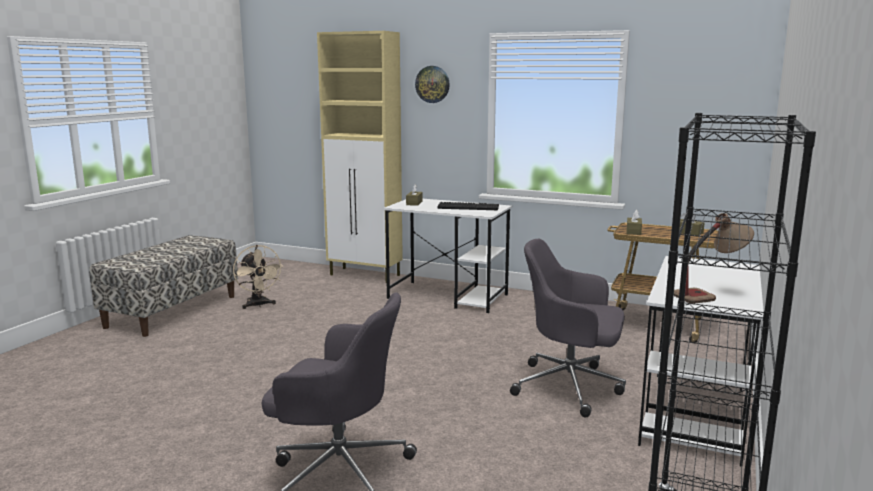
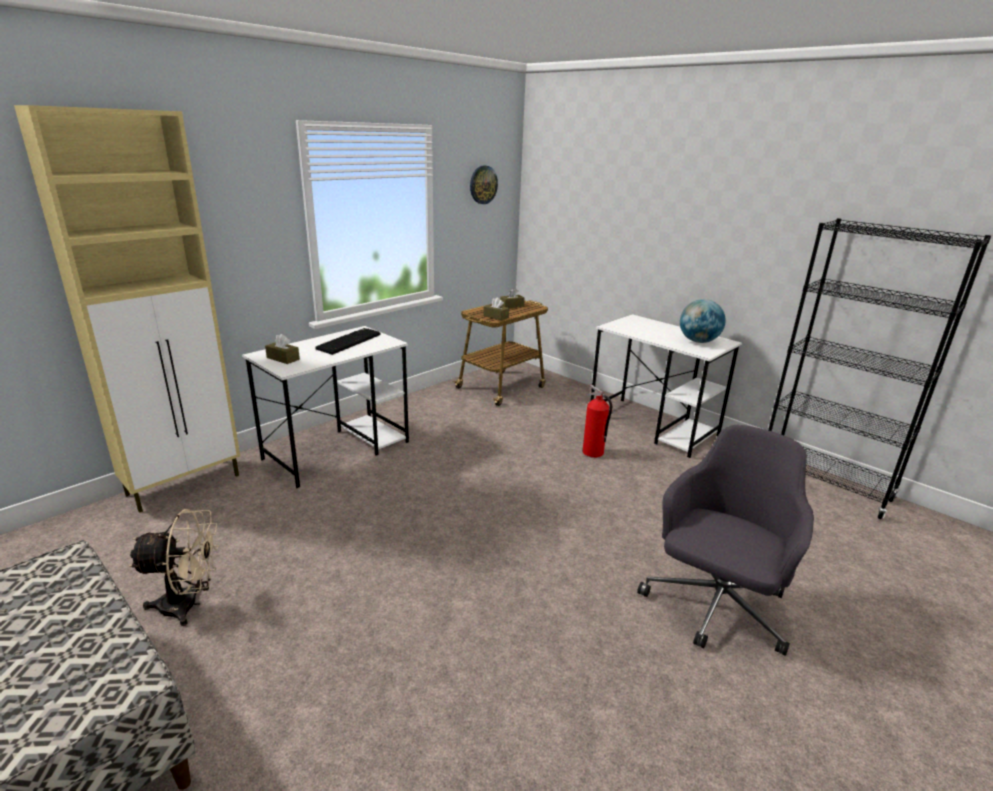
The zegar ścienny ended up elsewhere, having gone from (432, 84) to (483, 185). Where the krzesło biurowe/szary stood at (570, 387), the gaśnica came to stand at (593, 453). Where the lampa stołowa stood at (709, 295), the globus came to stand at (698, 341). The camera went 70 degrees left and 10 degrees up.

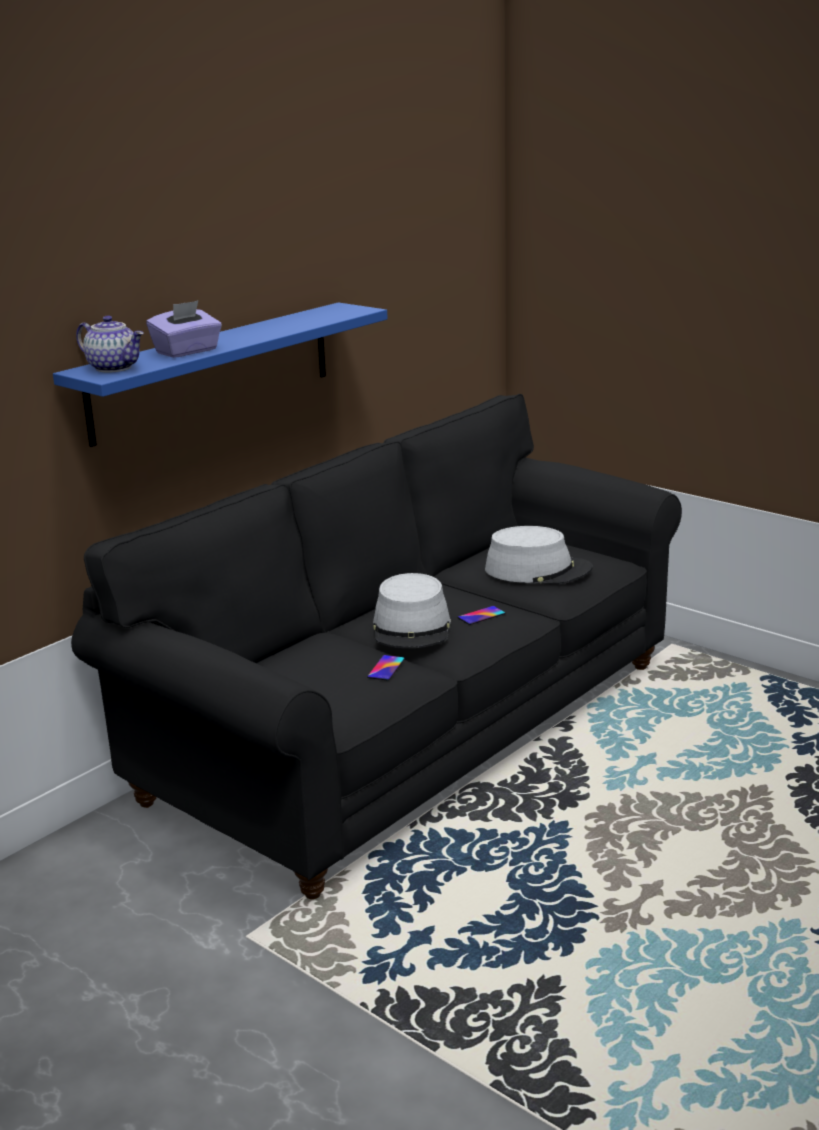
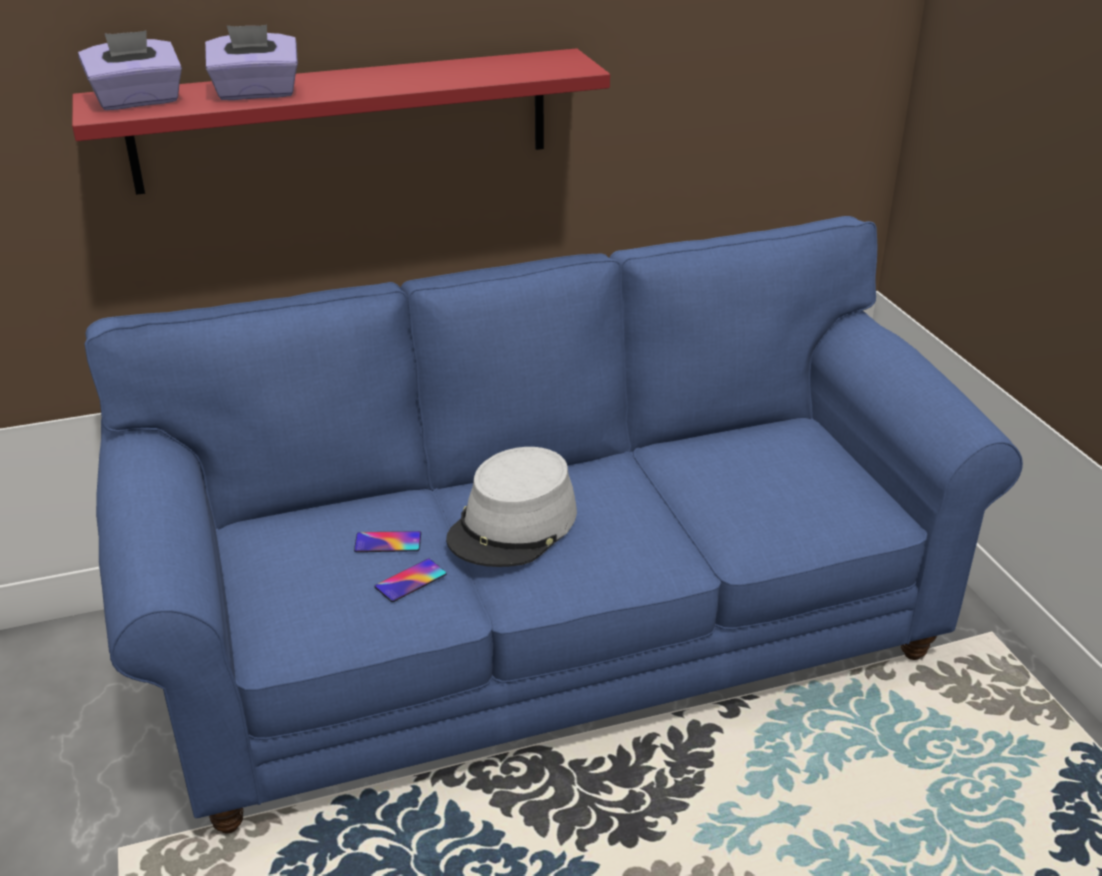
The second view lost the kapelusz/szary at (538, 570). The telefon ended up elsewhere, having gone from (481, 616) to (388, 542). Where the imbryk stood at (115, 368), the pudełko chusteczek/fioletowy came to stand at (138, 101). What was the półka/niebieski at (213, 371) turned into the półka/czerwony at (343, 120). What was the kanapa/czarny at (415, 731) turned into the kanapa/niebieski at (551, 636). The camera went 30 degrees right and 10 degrees up.

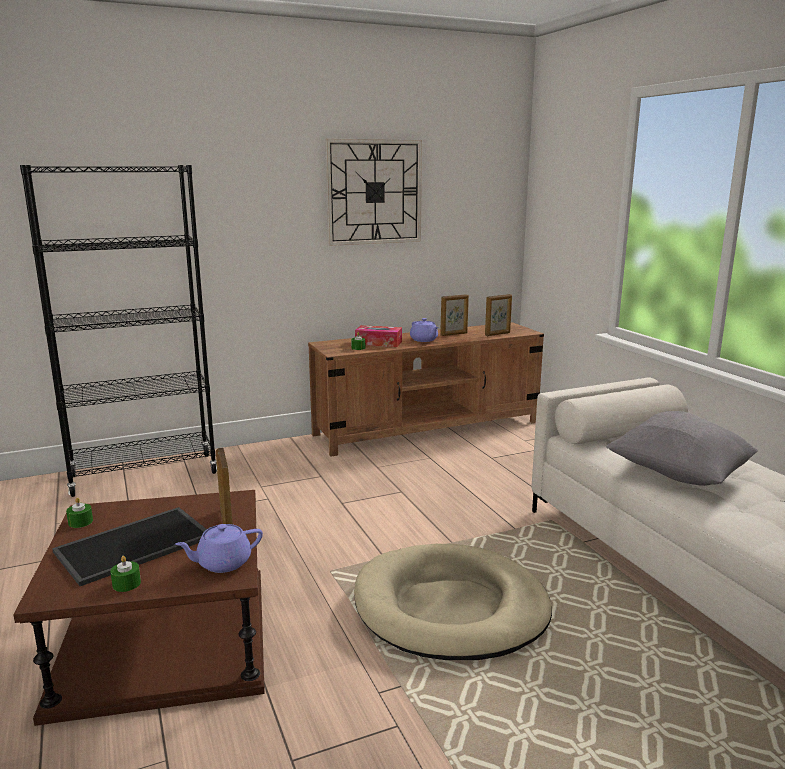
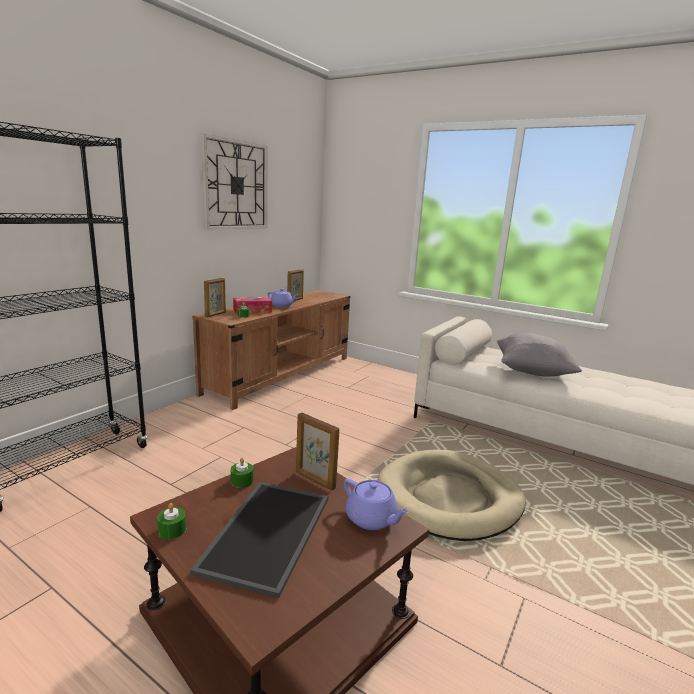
The świeca/zielony ended up elsewhere, having gone from (126, 584) to (242, 481). The ramka na zdjęcie ended up elsewhere, having gone from (498, 334) to (216, 314). The imbryk/fioletowy at (222, 563) ended up facing another way, 75 degrees counterclockwise from before. The camera went 35 degrees left and 0 degrees up.

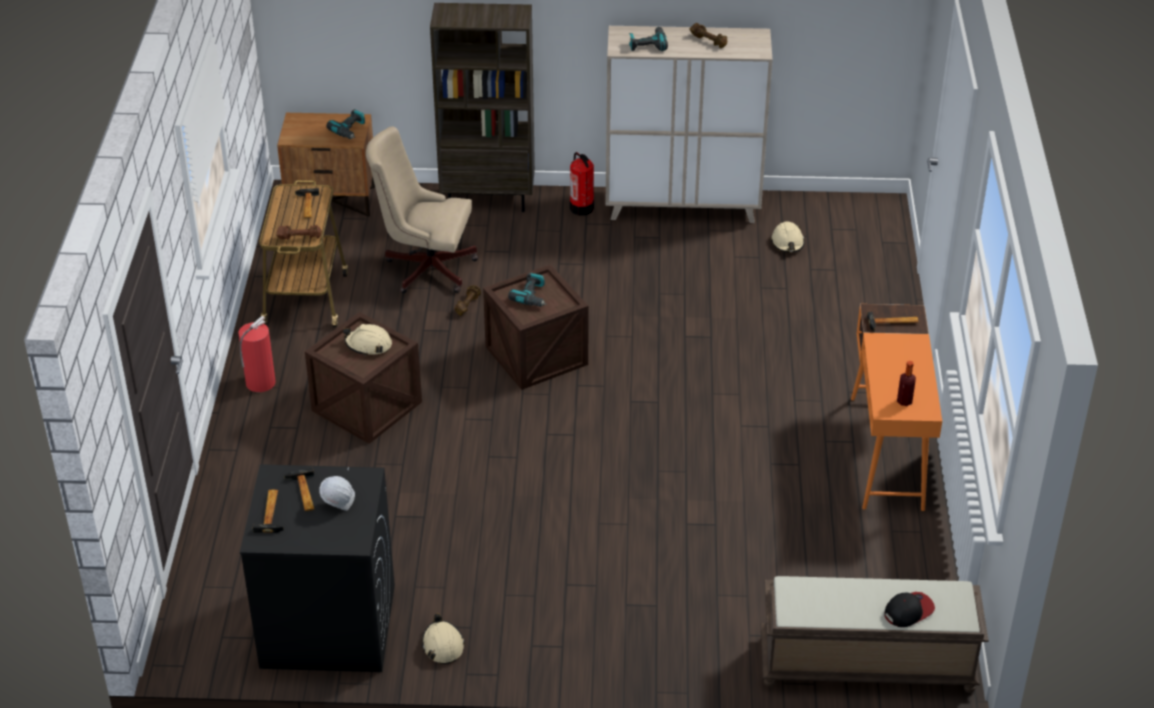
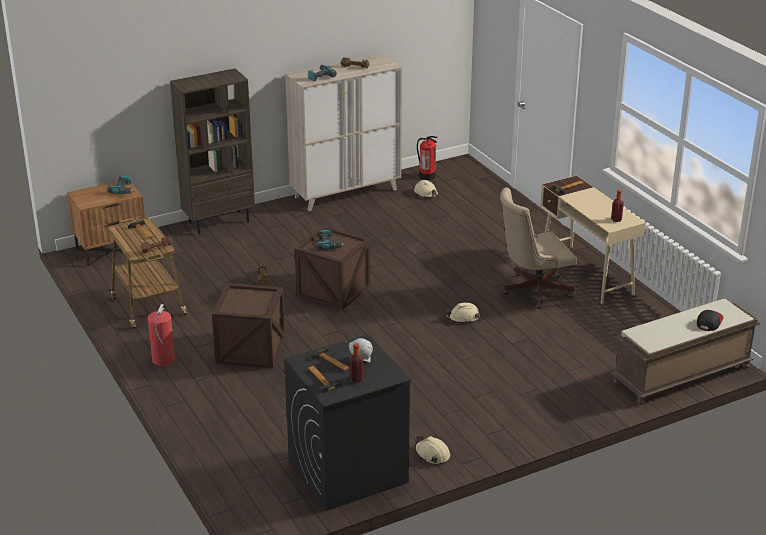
The second view gained the butelka at (356, 379). The kask/beżowy ended up elsewhere, having gone from (368, 345) to (463, 318). The krzesło biurowe/beżowy ended up elsewhere, having gone from (425, 267) to (532, 290). The gaśnica ended up elsewhere, having gone from (581, 208) to (427, 176). What was the biurko/pomarańczowy at (887, 453) turned into the biurko/beżowy at (586, 274). The camera went 30 degrees left and 10 degrees down.

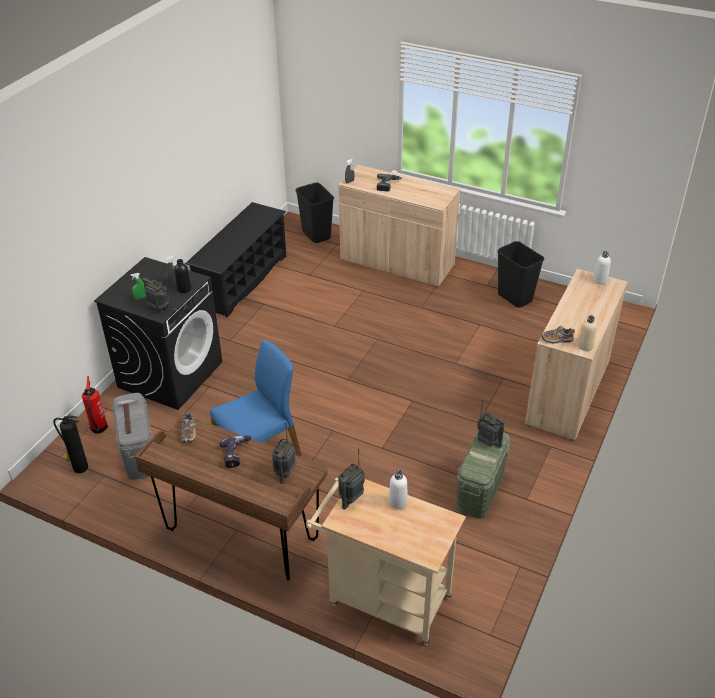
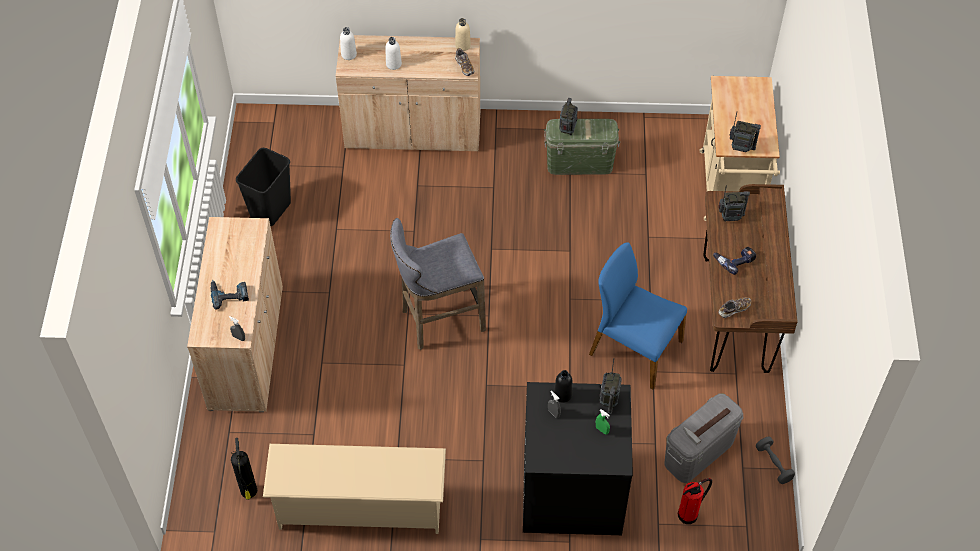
The second view lost the kosz na śmieci/czarny at (315, 235). The second view gained the stołek/szary at (439, 321). The second view gained the hantel/szary at (774, 464). The gaśnica ended up elsewhere, having gone from (79, 467) to (249, 492). The butelka/biały ended up elsewhere, having gone from (397, 502) to (393, 64). What was the regał na buty/czarny at (242, 280) turned into the regał na buty/beżowy at (360, 507). The camera went 115 degrees left and 15 degrees up.

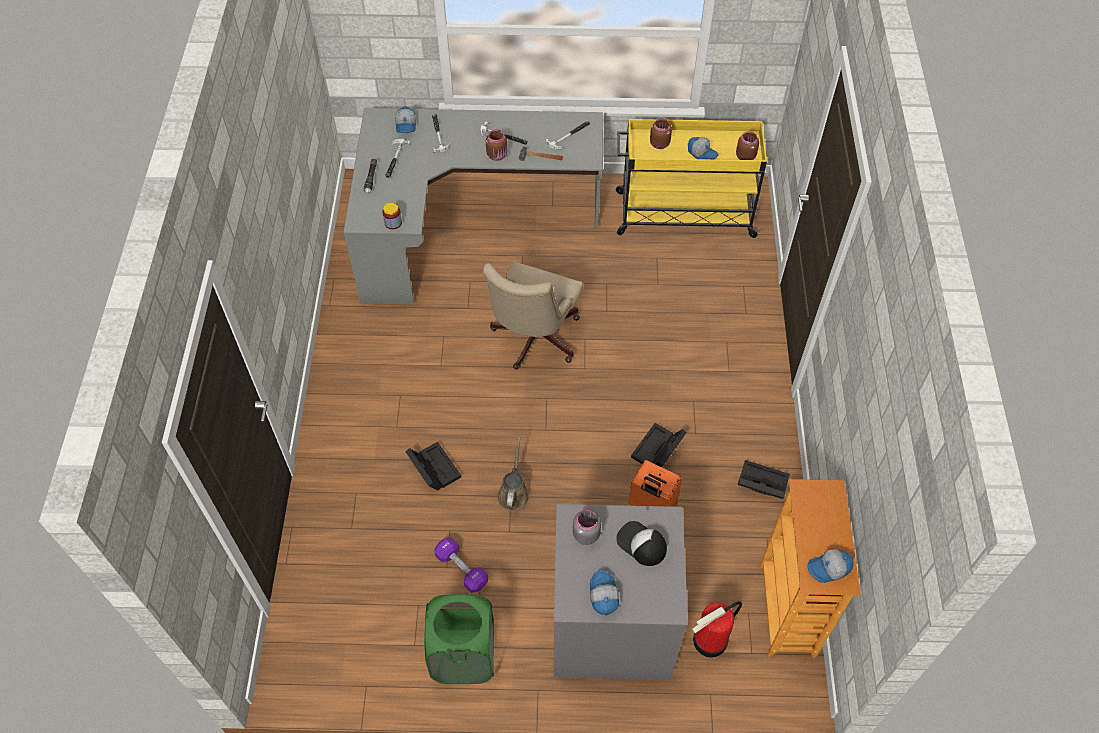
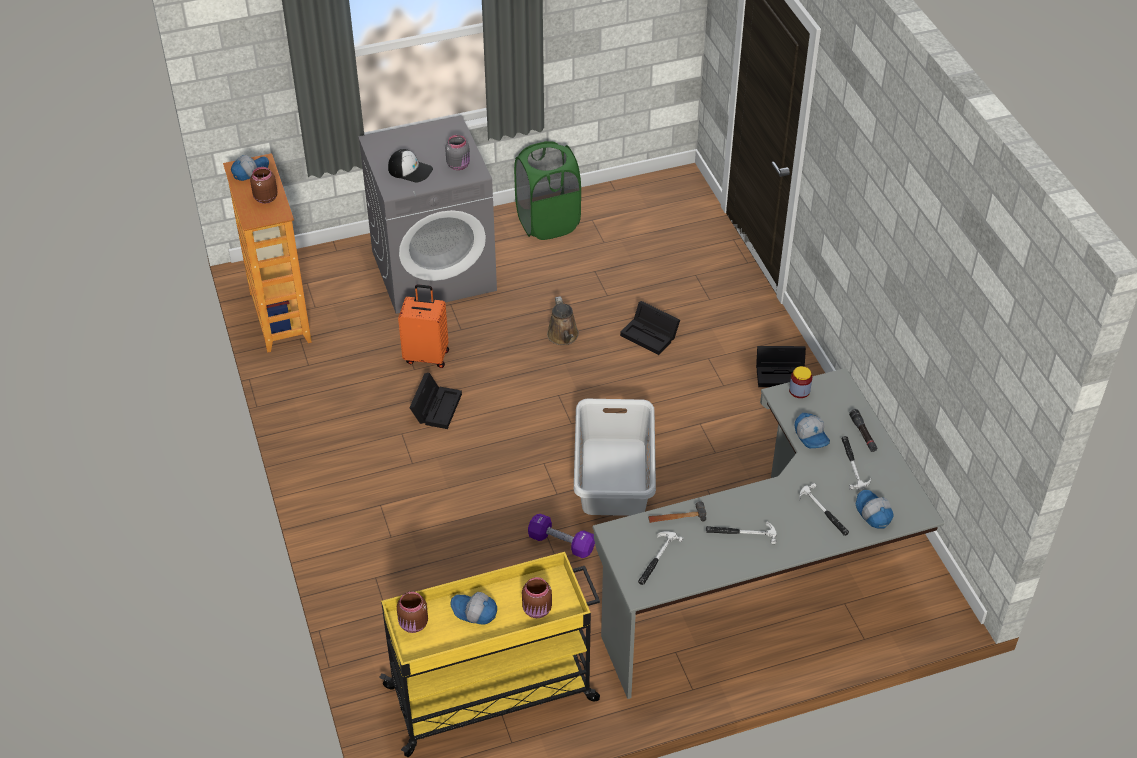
The second view lost the gaśnica at (710, 641). The hantel/fioletowy ended up elsewhere, having gone from (462, 569) to (561, 543). The słoik/brązowy ended up elsewhere, having gone from (497, 155) to (265, 198). The czapka z daszkiem ended up elsewhere, having gone from (603, 595) to (812, 436). The pojemnik do przechowywania/czarny ended up elsewhere, having gone from (760, 484) to (782, 373). Where the krzesło biurowe/beżowy stood at (533, 340), the kosz na pranie/szary came to stand at (614, 476). The camera went 160 degrees right and 10 degrees down.

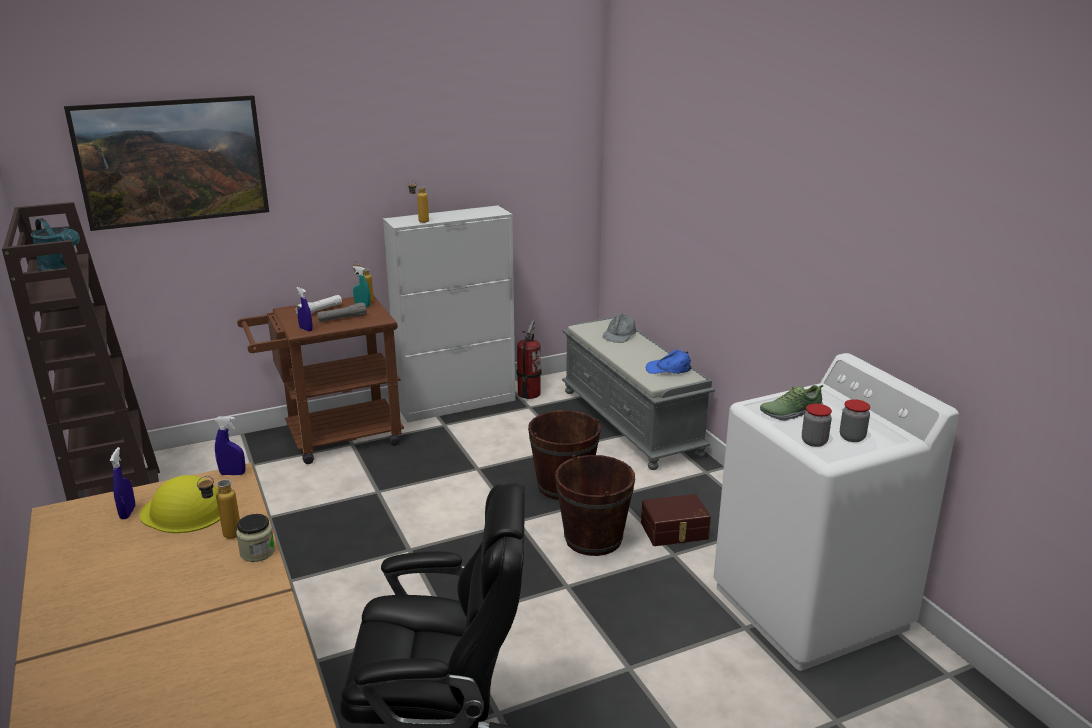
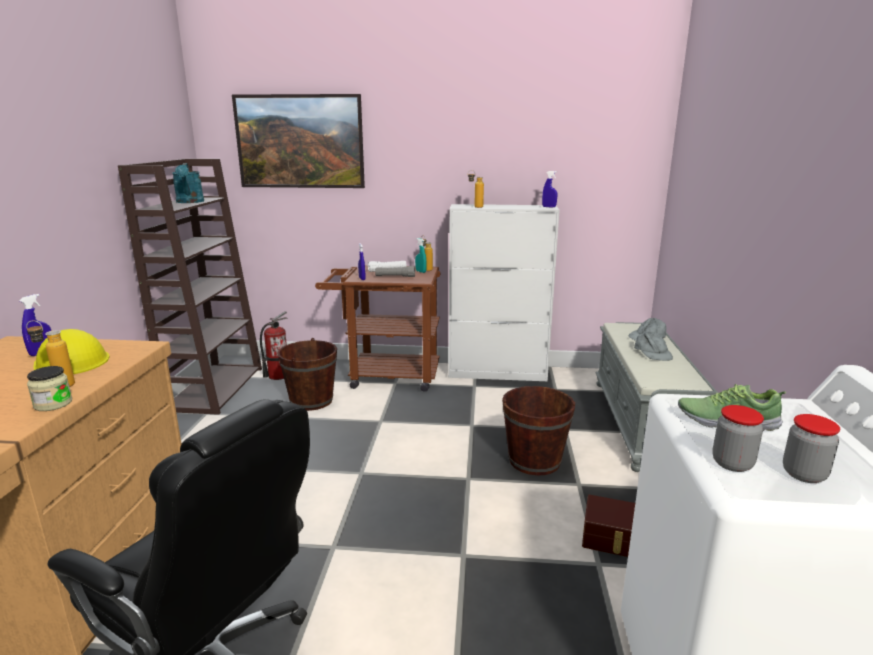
The second view lost the czapka z daszkiem/niebieski at (668, 369). The second view gained the czapka z daszkiem/szary at (652, 352). The spryskiwacz/niebieski ended up elsewhere, having gone from (232, 474) to (549, 207). The gaśnica ended up elsewhere, having gone from (528, 394) to (278, 376). The wiadro/brązowy ended up elsewhere, having gone from (593, 538) to (311, 401). The camera went 30 degrees right and 5 degrees down.

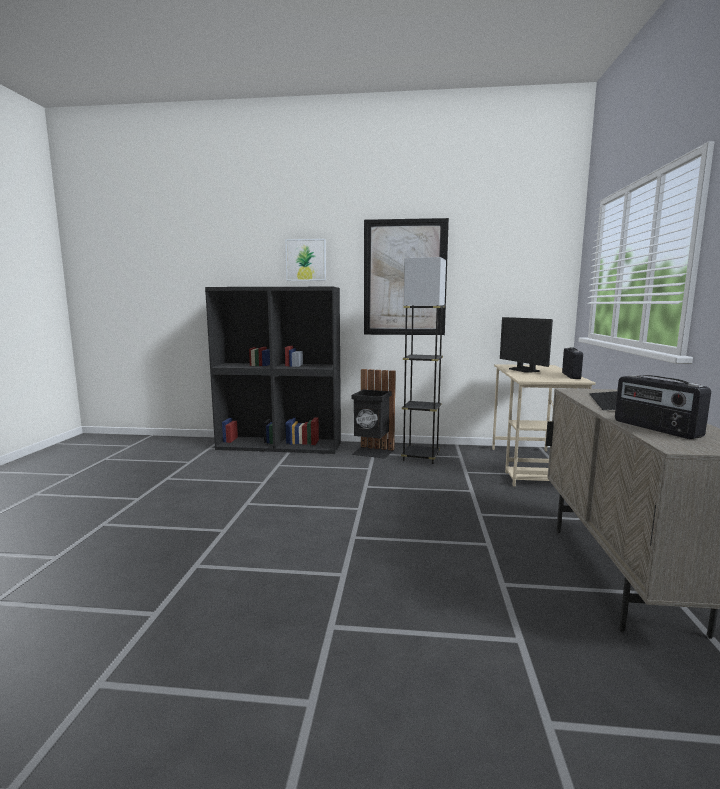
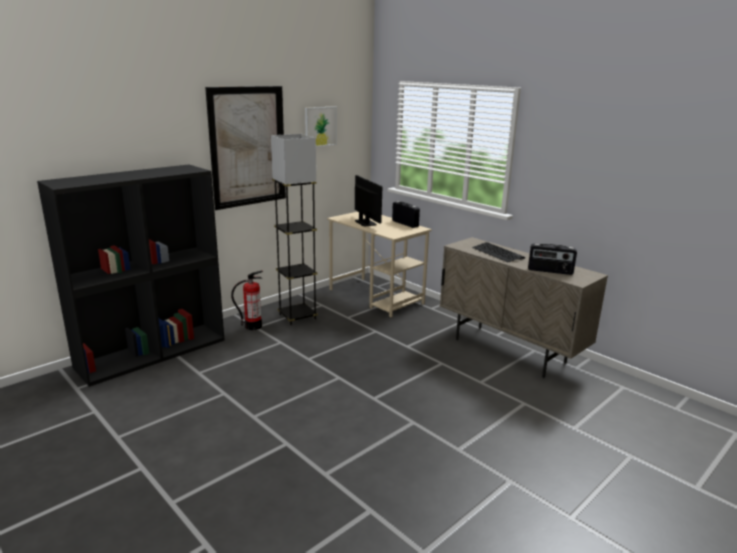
The obraz ended up elsewhere, having gone from (306, 260) to (320, 126). Where the kosz na śmieci/czarny stood at (372, 452), the gaśnica came to stand at (253, 326). The monitor at (524, 370) ended up facing another way, 135 degrees counterclockwise from before. The camera went 50 degrees left and 10 degrees up.

